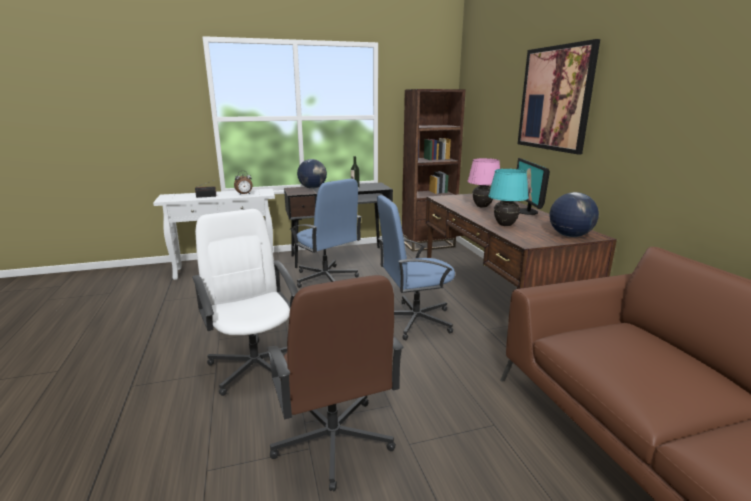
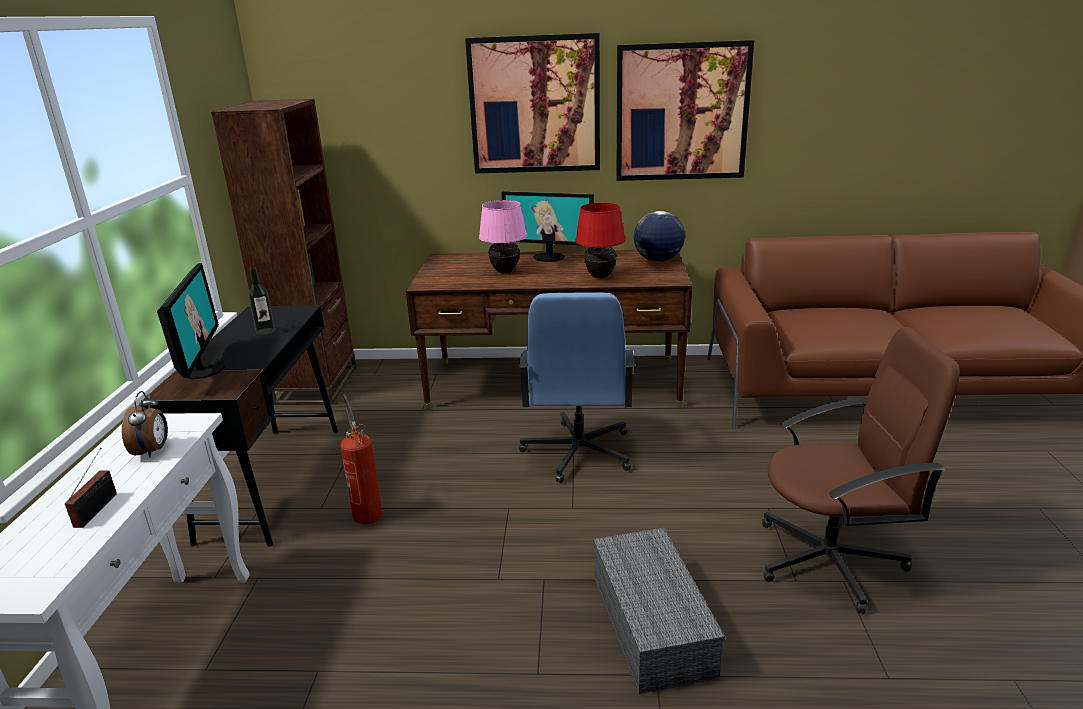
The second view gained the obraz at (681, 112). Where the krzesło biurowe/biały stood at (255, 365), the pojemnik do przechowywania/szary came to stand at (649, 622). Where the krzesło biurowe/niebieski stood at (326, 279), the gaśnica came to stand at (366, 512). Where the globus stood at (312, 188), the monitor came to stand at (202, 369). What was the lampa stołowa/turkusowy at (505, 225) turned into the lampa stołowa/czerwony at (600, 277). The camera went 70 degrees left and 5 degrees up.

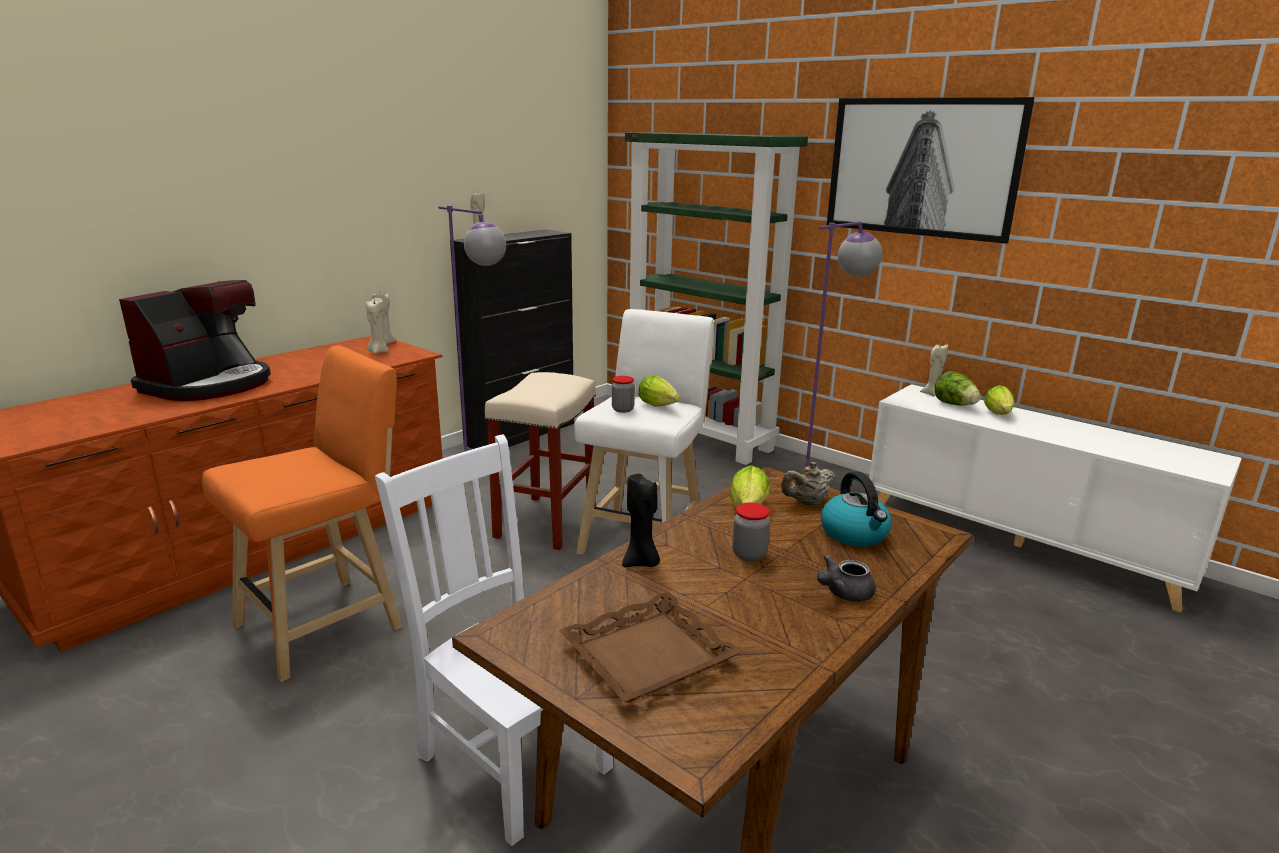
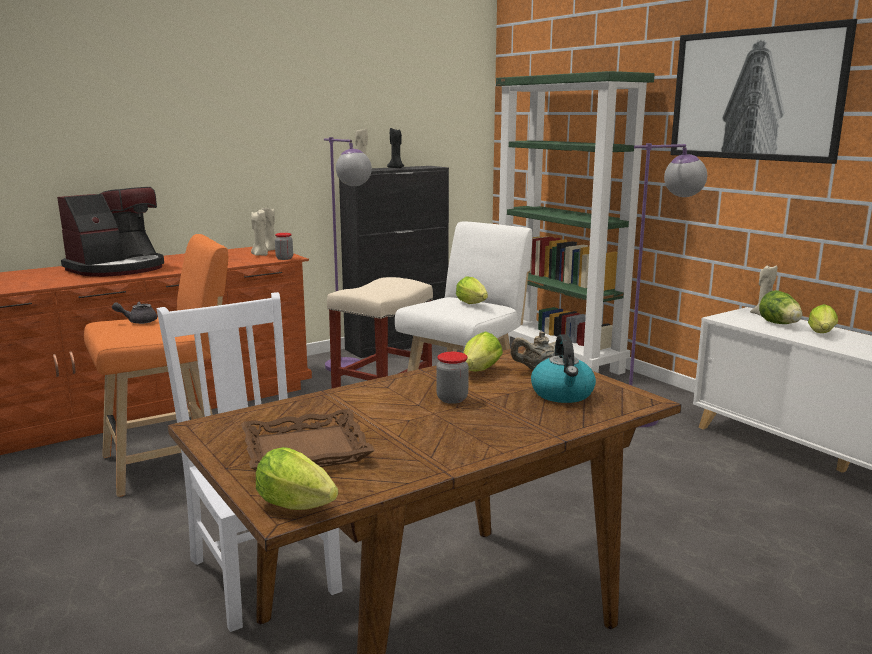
The second view gained the sałata at (300, 507). The słoik ended up elsewhere, having gone from (623, 409) to (284, 258). The świeca/czarny ended up elsewhere, having gone from (641, 562) to (396, 168). The imbryk/szary ended up elsewhere, having gone from (843, 593) to (138, 321). The camera went 15 degrees right and 5 degrees down.

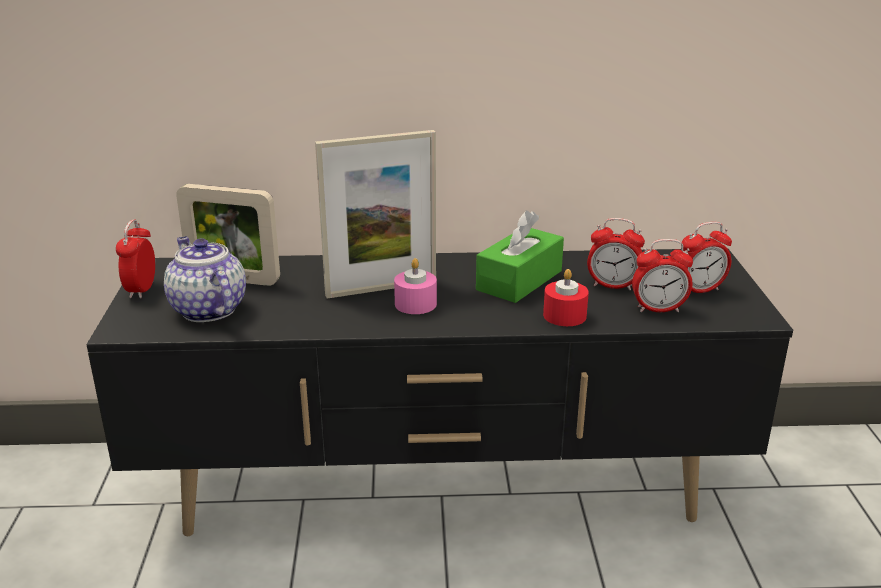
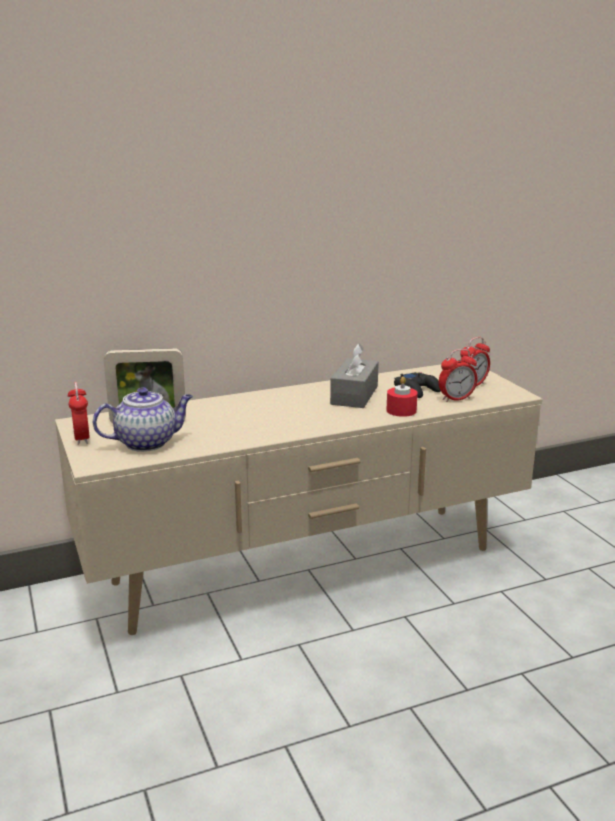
The second view lost the ramka na zdjęcie at (381, 288). The second view lost the świeca/różowy at (415, 304). Where the budzik stood at (613, 286), the pad do gier/czarny came to stand at (417, 390). What was the szafka pod telewizor/czarny at (442, 493) turned into the szafka pod telewizor/beżowy at (308, 567). What was the pudełko chusteczek/zielony at (519, 280) turned into the pudełko chusteczek/szary at (354, 395). The imbryk at (207, 309) ended up facing another way, 120 degrees clockwise from before. The camera went 20 degrees left and 5 degrees down.

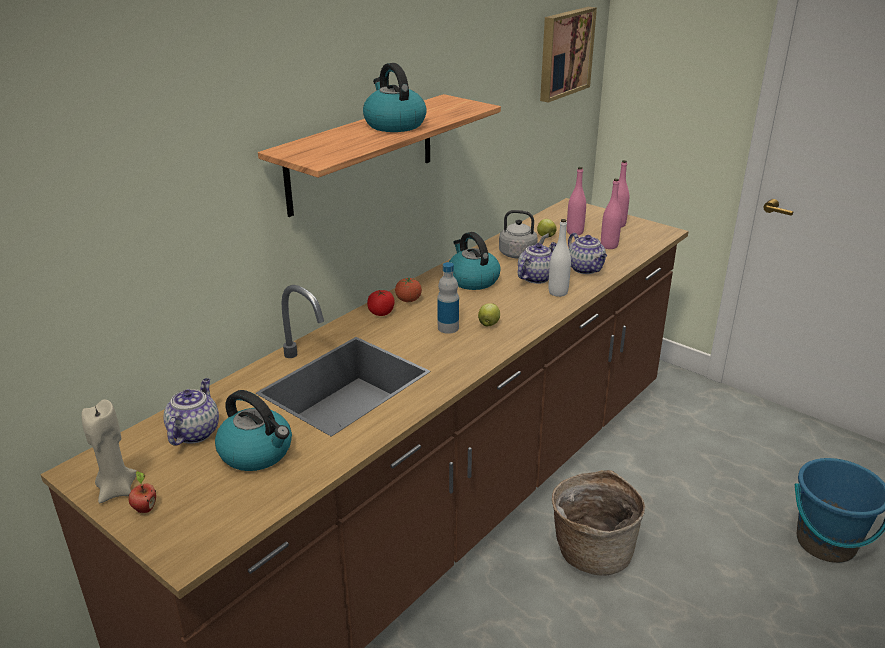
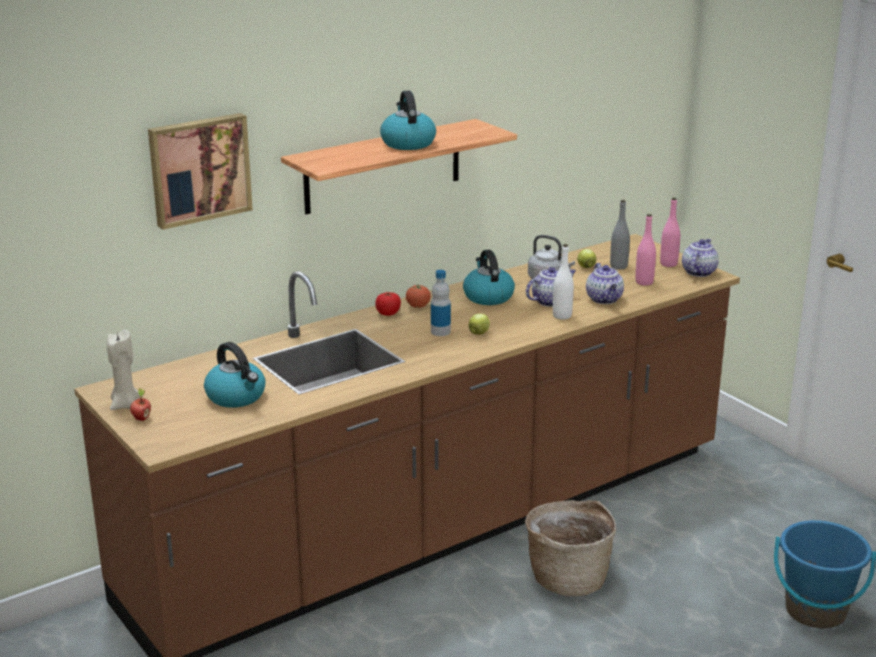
The imbryk ended up elsewhere, having gone from (194, 432) to (698, 272). The obraz ended up elsewhere, having gone from (564, 53) to (199, 169). What was the butelka/różowy at (574, 232) turned into the butelka/szary at (618, 266). The camera went 15 degrees right and 5 degrees down.

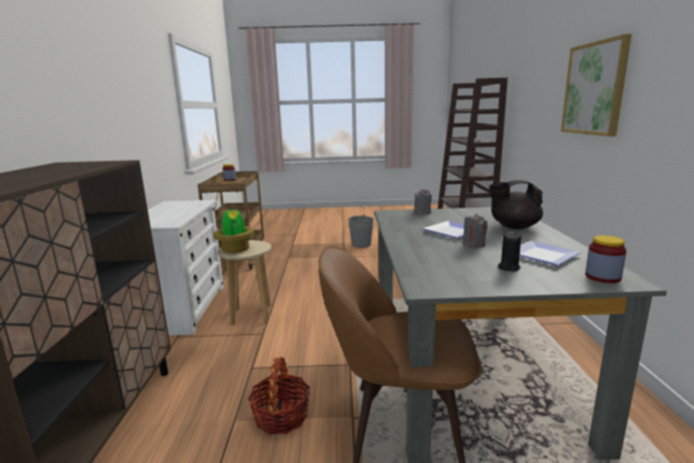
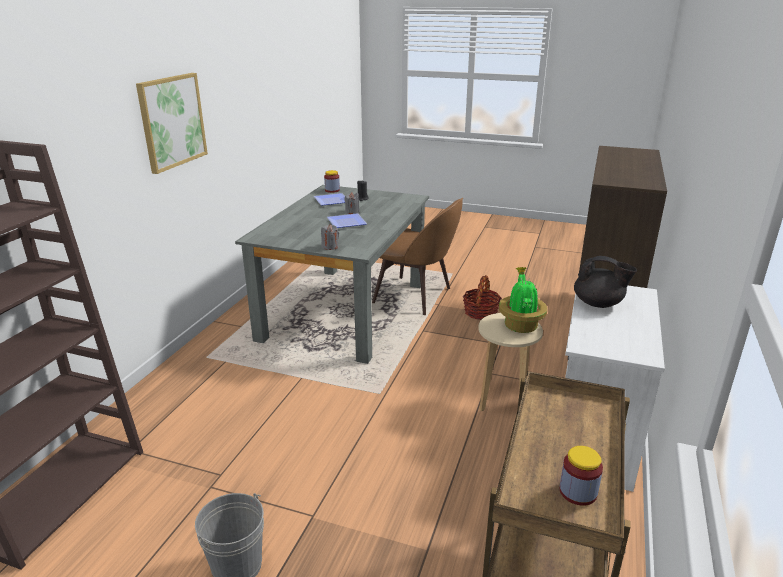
The imbryk/czarny ended up elsewhere, having gone from (513, 226) to (598, 303). The camera went 160 degrees left and 10 degrees up.

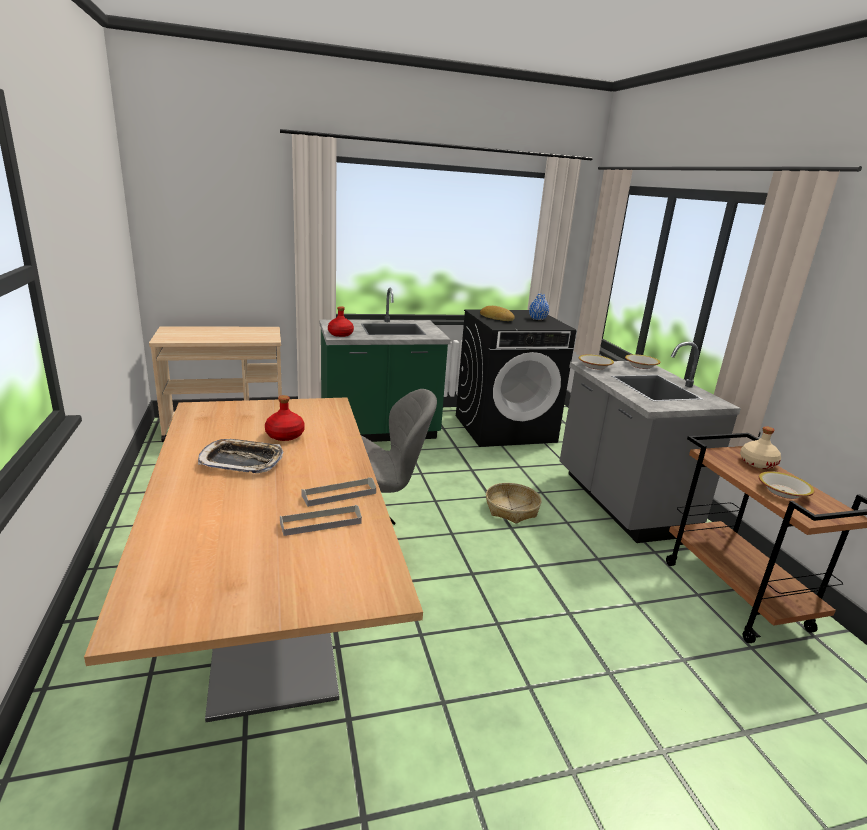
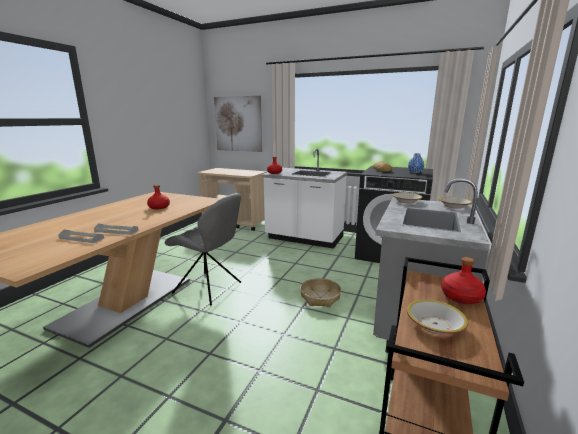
The second view lost the taca at (241, 461). The second view gained the obraz at (238, 124). What was the zabudowa kuchenna/zielony at (379, 432) turned into the zabudowa kuchenna/biały at (304, 238). What was the butelka/beżowy at (757, 463) turned into the butelka/czerwony at (461, 297). The camera went 40 degrees right and 5 degrees down.

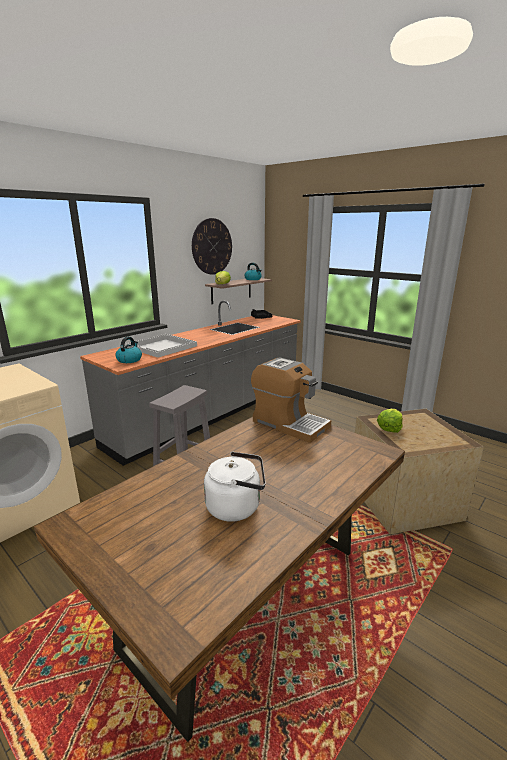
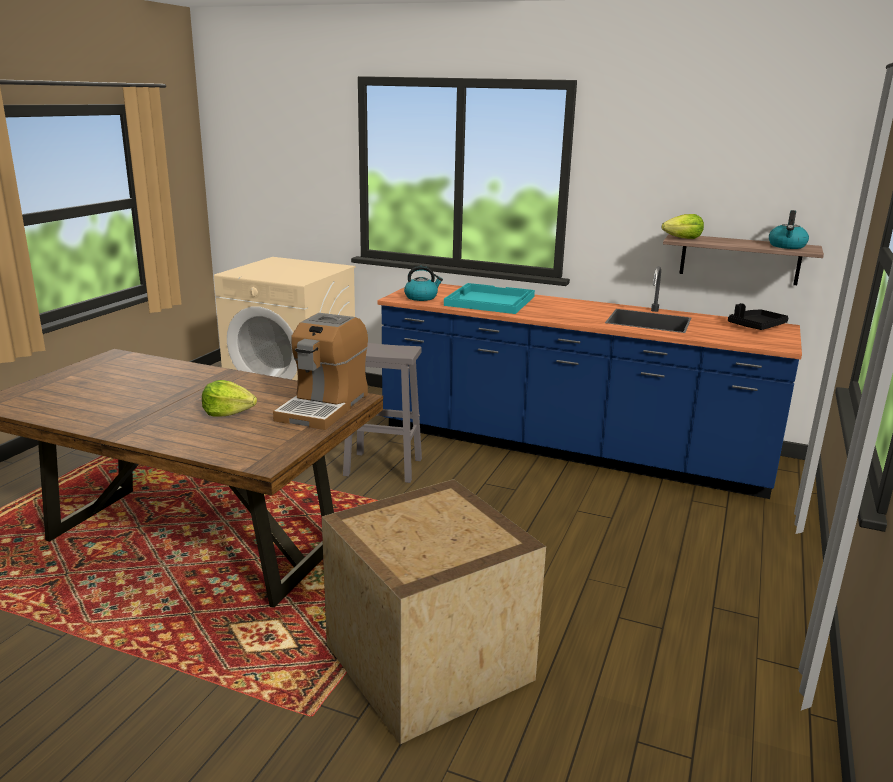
The second view lost the zegar ścienny at (212, 246). The second view lost the czajnik/biały at (236, 507). The sałata ended up elsewhere, having gone from (389, 428) to (228, 412). What was the zabudowa kuchenna/szary at (211, 414) turned into the zabudowa kuchenna/niebieski at (569, 449). What was the taca/biały at (162, 347) turned into the taca/turkusowy at (489, 301). The camera went 70 degrees right and 0 degrees up.

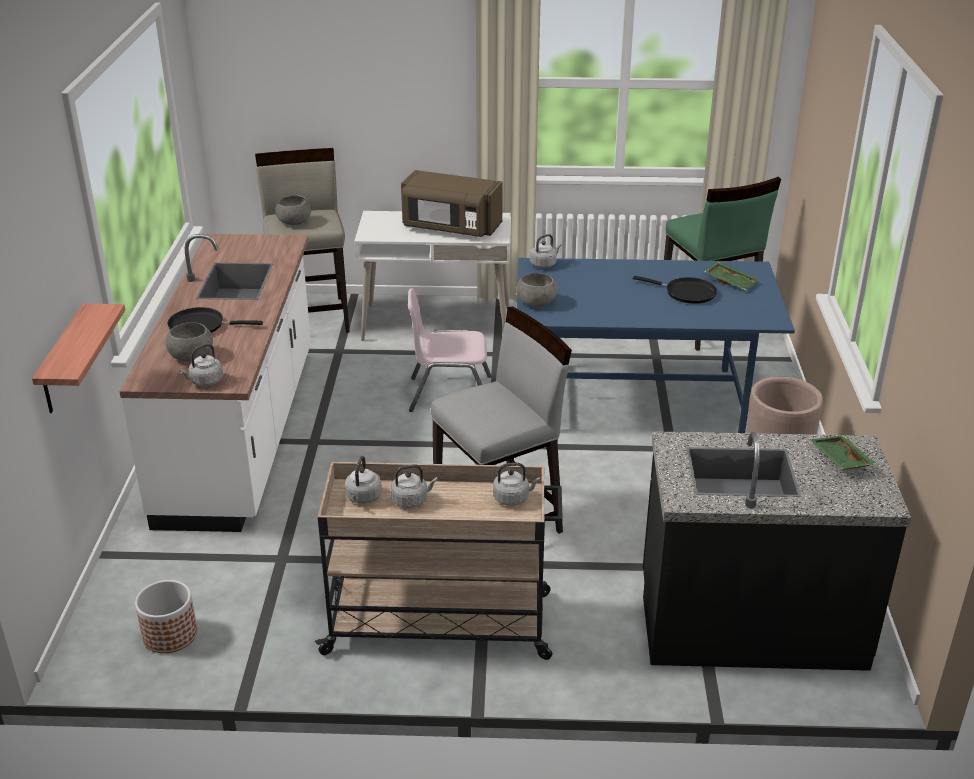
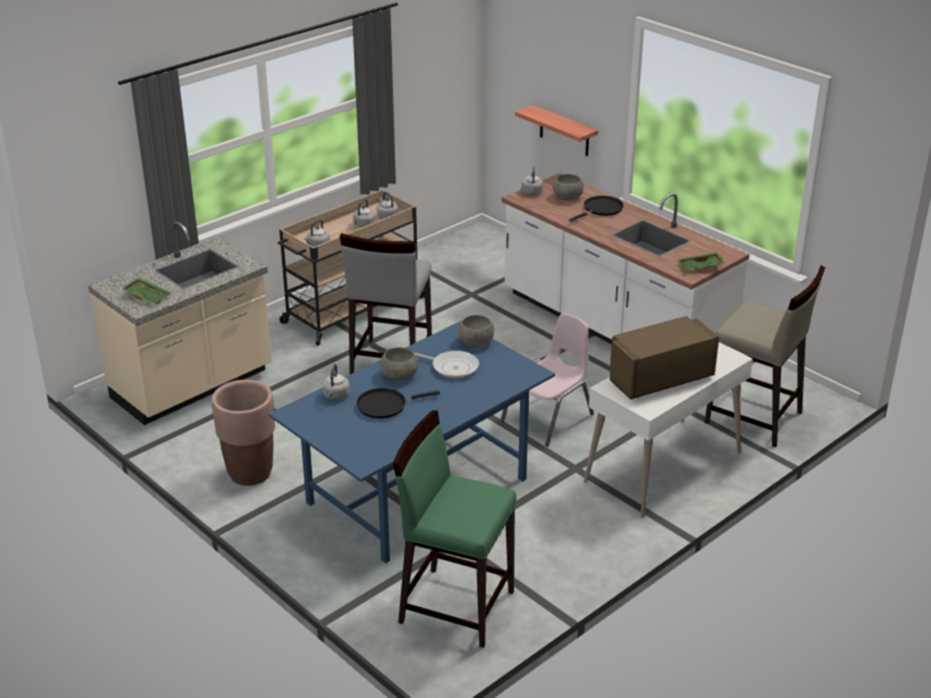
The second view lost the donica at (170, 635). The second view gained the patelnia at (452, 367). The miska/szary ended up elsewhere, having gone from (294, 222) to (399, 375). The czajnik/szary ended up elsewhere, having gone from (544, 264) to (336, 396). The taca/zielony ended up elsewhere, having gone from (731, 281) to (700, 267). What was the zabudowa kuchenna/czarny at (750, 623) turned into the zabudowa kuchenna/beżowy at (193, 386). The camera went 135 degrees right and 0 degrees up.

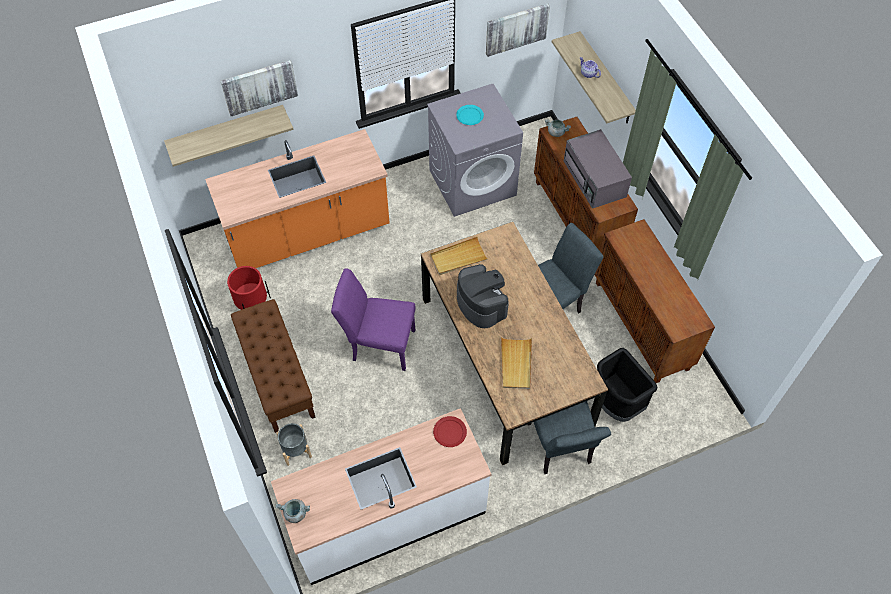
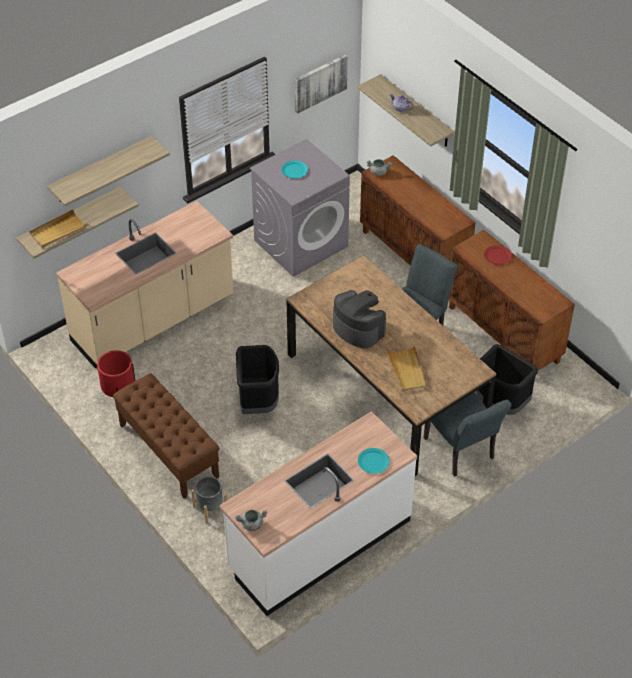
The second view lost the mikrofalówka/szary at (595, 179). The second view gained the talerz/turkusowy at (373, 462). The taca/beżowy ended up elsewhere, having gone from (458, 258) to (58, 231). The talerz/czerwony ended up elsewhere, having gone from (449, 432) to (497, 256). Where the obraz hung at (259, 87), the półka came to hang at (101, 170). Where the krzesło/fioletowy stood at (378, 344), the kosz na śmieci/czarny came to stand at (258, 402). What was the zabudowa kuchenna/pomarańczowy at (308, 235) turned into the zabudowa kuchenna/beżowy at (153, 321). The camera went 15 degrees left and 10 degrees down.

